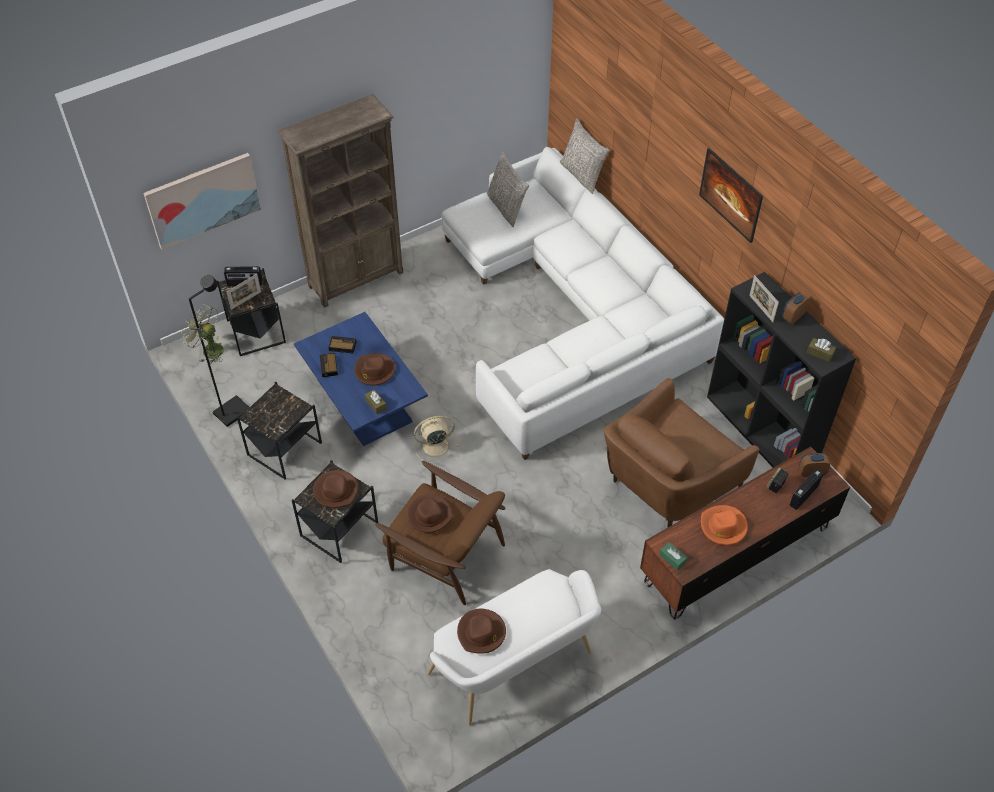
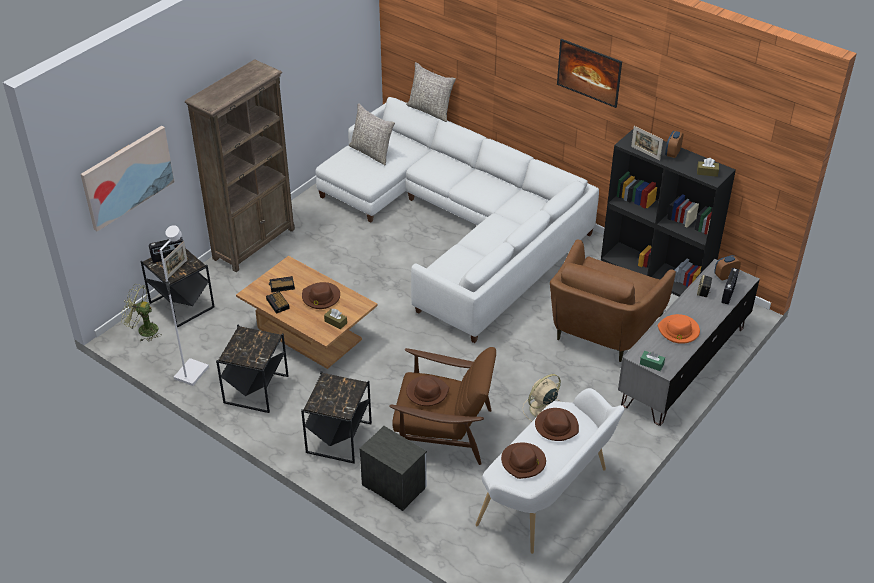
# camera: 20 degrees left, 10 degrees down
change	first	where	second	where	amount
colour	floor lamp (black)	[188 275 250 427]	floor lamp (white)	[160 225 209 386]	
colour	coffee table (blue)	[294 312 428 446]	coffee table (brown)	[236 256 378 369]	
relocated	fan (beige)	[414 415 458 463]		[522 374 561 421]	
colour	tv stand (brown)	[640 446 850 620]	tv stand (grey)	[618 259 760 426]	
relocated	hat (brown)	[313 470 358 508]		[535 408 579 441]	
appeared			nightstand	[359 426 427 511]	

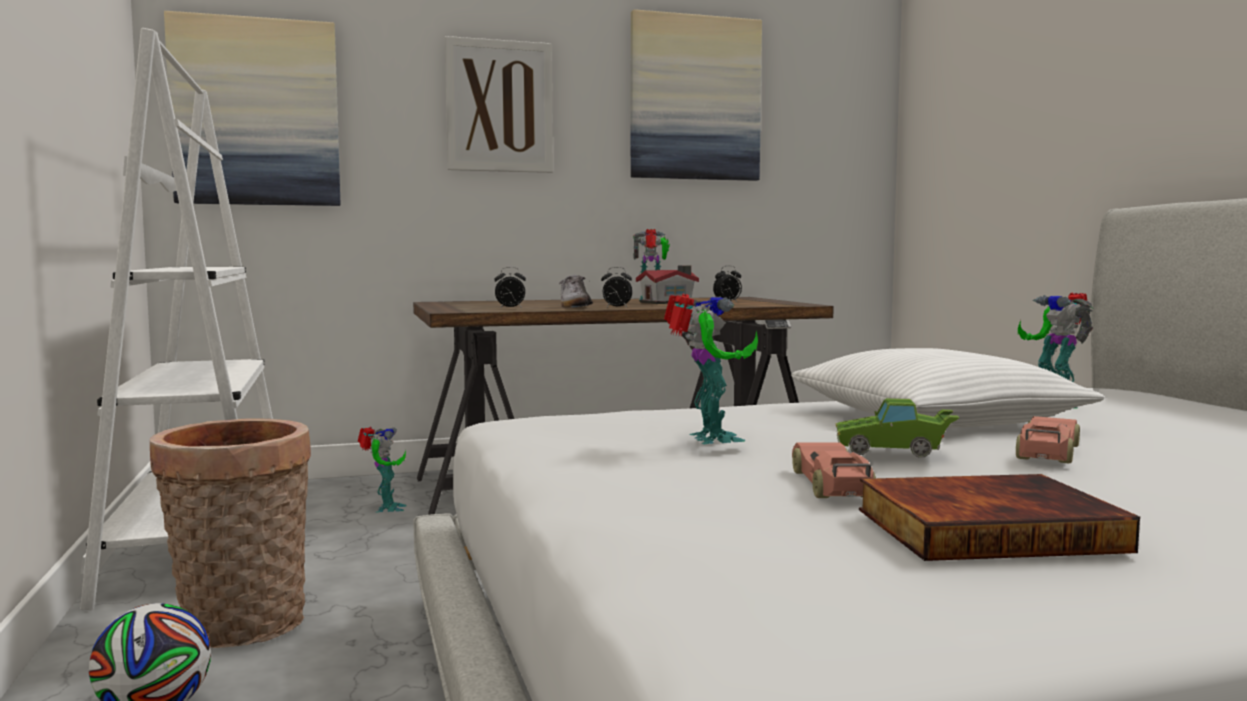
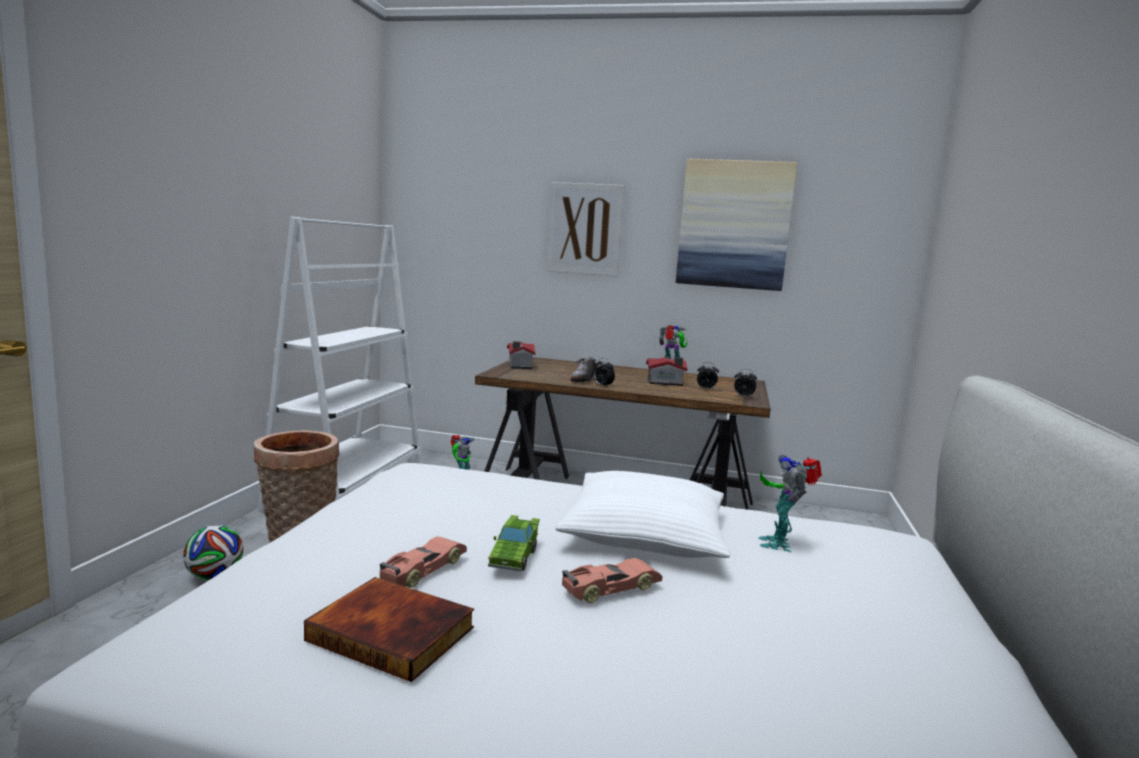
# camera: 30 degrees right, 5 degrees up
change	first	where	second	where	amount
missing	picture	[164 11 341 206]			
relocated	alarm clock	[494 267 526 309]		[734 369 757 397]	
missing	toy robot	[664 294 758 444]			
spun	toy car (green)	[835 398 960 457]		[488 515 540 571]	120 degrees counterclockwise
appeared			toy house	[507 341 536 369]	

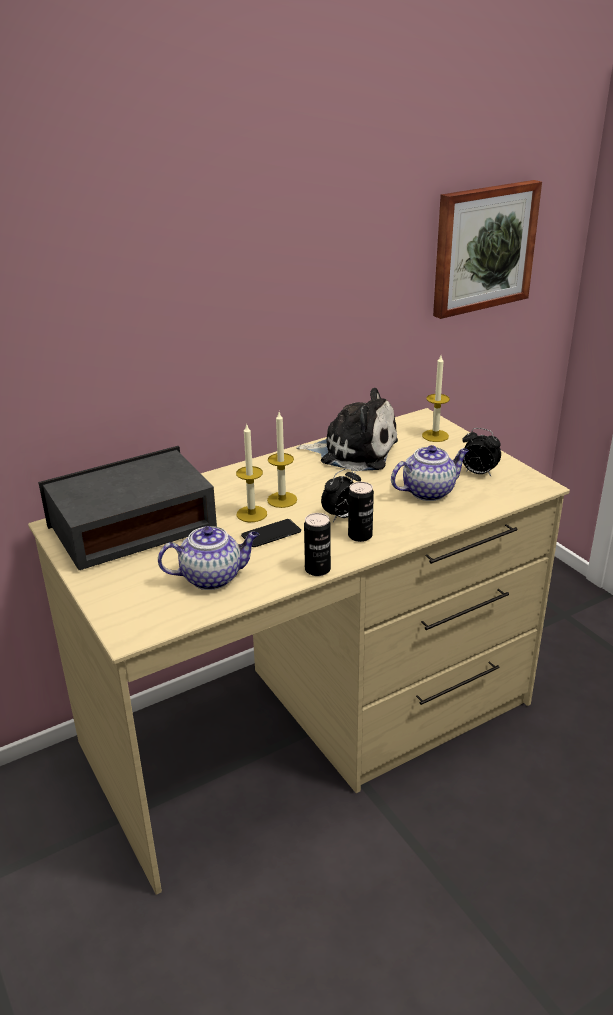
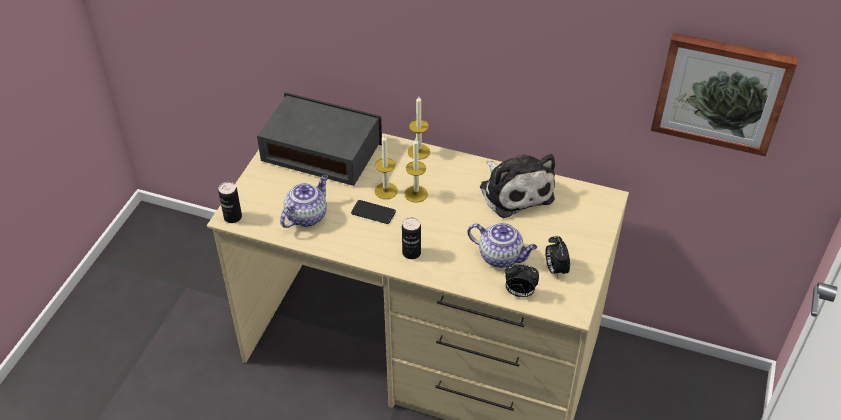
# camera: 50 degrees right, 15 degrees up
change	first	where	second	where	amount
relocated	candle	[422 356 450 442]		[408 96 430 160]	
relocated	alarm clock	[321 468 361 522]		[505 263 539 297]	
relocated	can	[304 513 331 576]		[218 182 242 223]	
spun	teapot	[158 526 259 590]		[280 175 328 228]	90 degrees counterclockwise

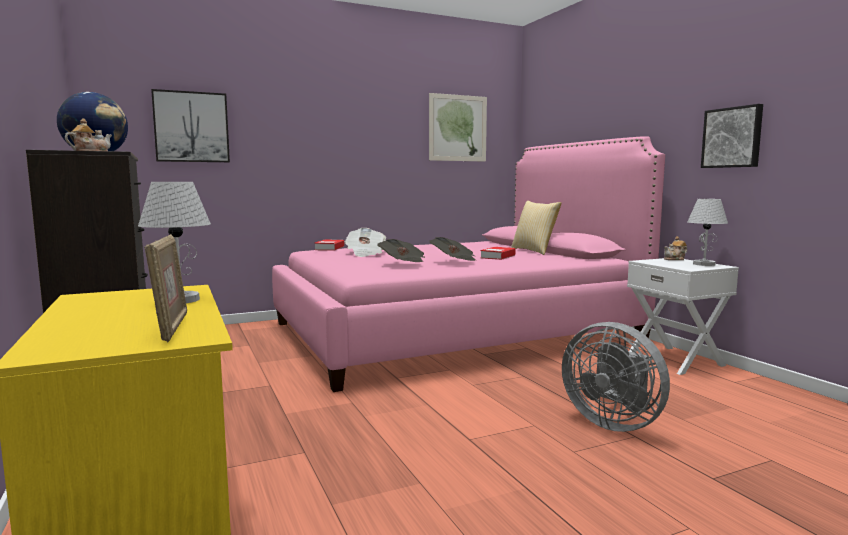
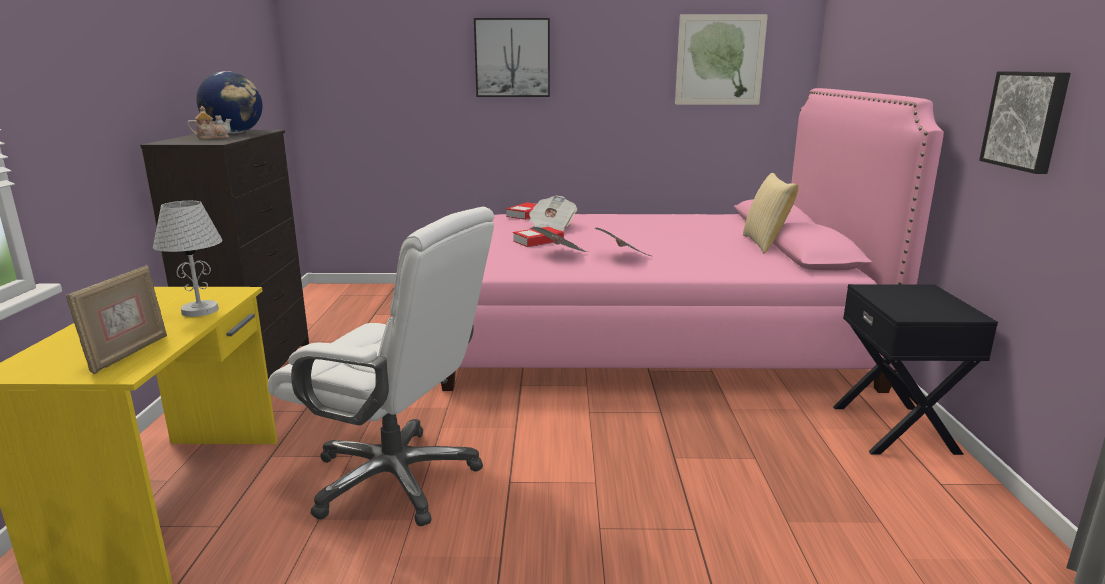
# camera: 25 degrees right, 10 degrees up
change	first	where	second	where	amount
relocated	picture	[151 89 230 162]		[474 18 550 97]	
missing	table lamp (white)	[687 199 728 266]			
missing	teapot	[664 236 687 260]			
relocated	book	[480 247 515 260]		[513 227 564 247]	
colour	nightstand (white)	[627 258 739 375]	nightstand (black)	[833 284 998 455]	
missing	fan (grey)	[562 322 670 432]			
appeared			office chair (white)	[268 207 494 526]	

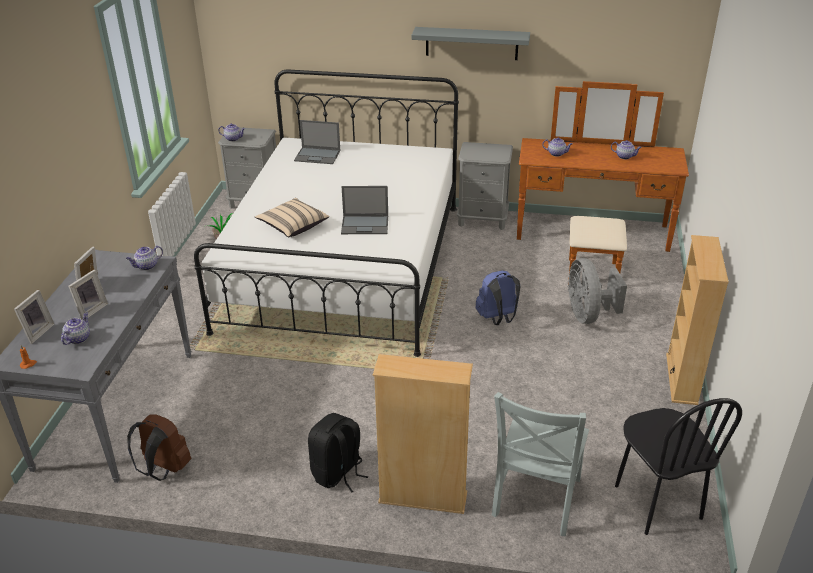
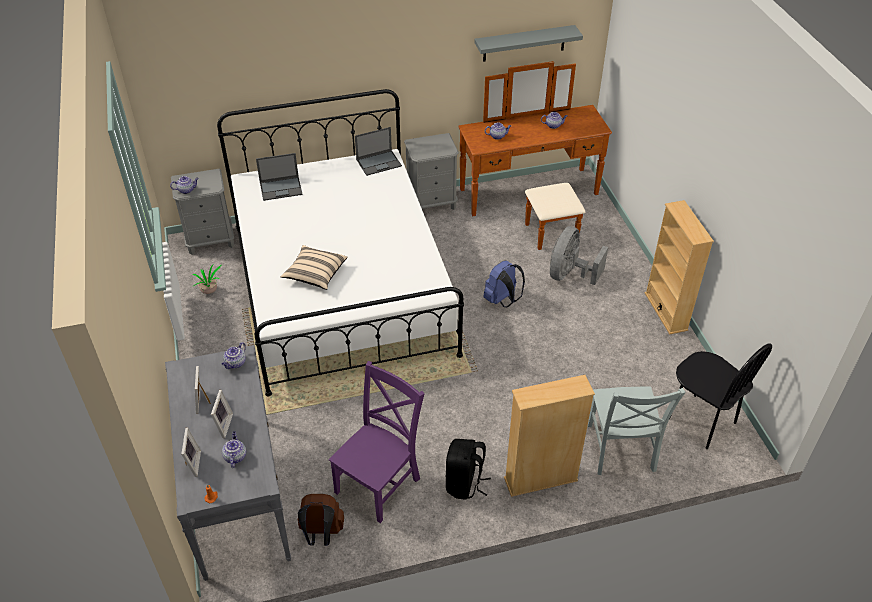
# camera: 25 degrees left, 10 degrees up
change	first	where	second	where	amount
relocated	shelf (grey)	[411 27 530 60]		[474 25 583 62]	
relocated	laptop	[341 186 388 234]		[355 127 402 176]	
spun	fan (grey)	[568 258 627 324]		[550 226 608 285]	60 degrees clockwise
appeared			chair (purple)	[329 361 425 523]	

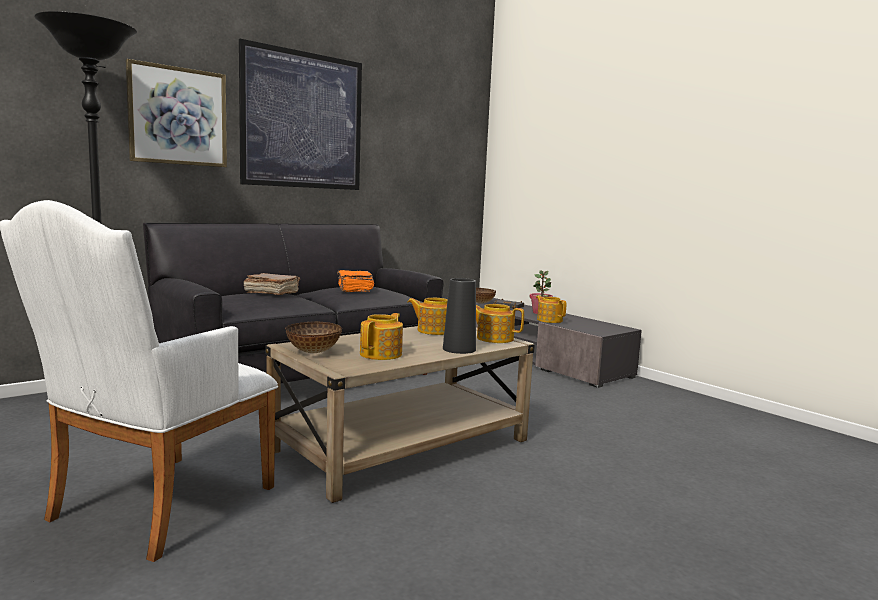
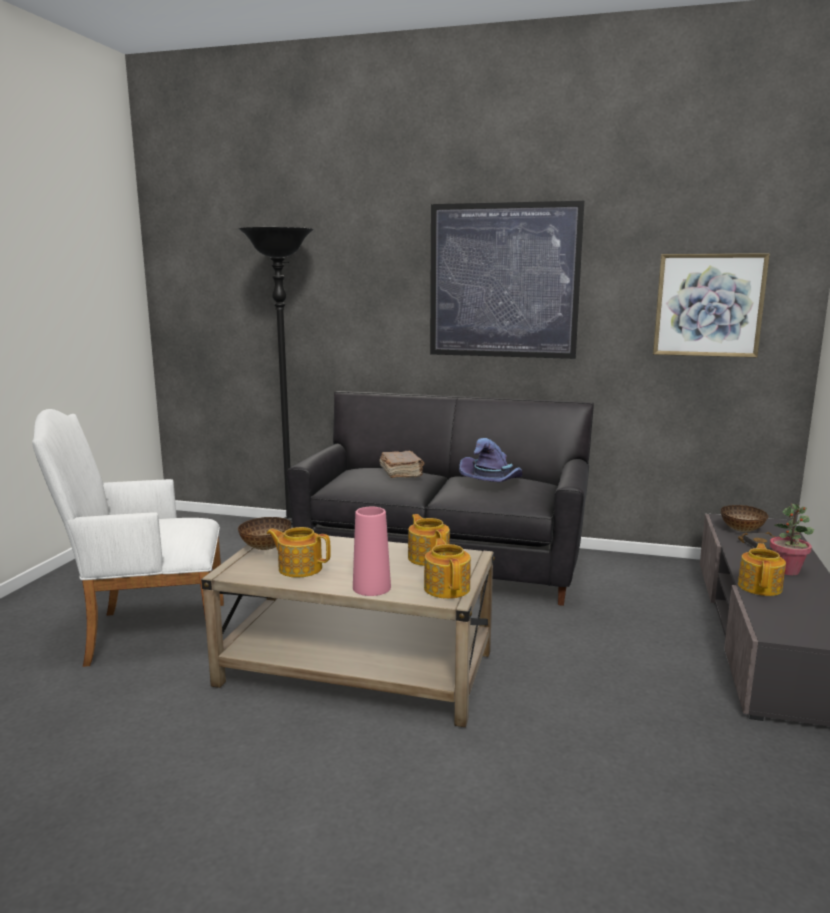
# camera: 55 degrees right, 5 degrees up
change	first	where	second	where	amount
relocated	picture	[126 59 227 167]		[653 254 770 357]	
exchanged	book (orange)	[337 270 374 292]	hat (purple)	[459 438 523 482]	
colour	vase (black)	[443 278 476 354]	vase (pink)	[353 507 391 596]	
spun	teapot	[360 313 403 360]		[267 527 331 578]	150 degrees counterclockwise

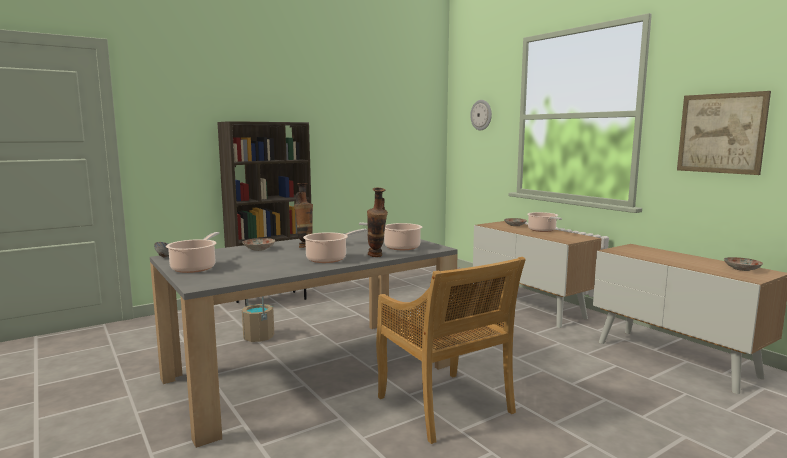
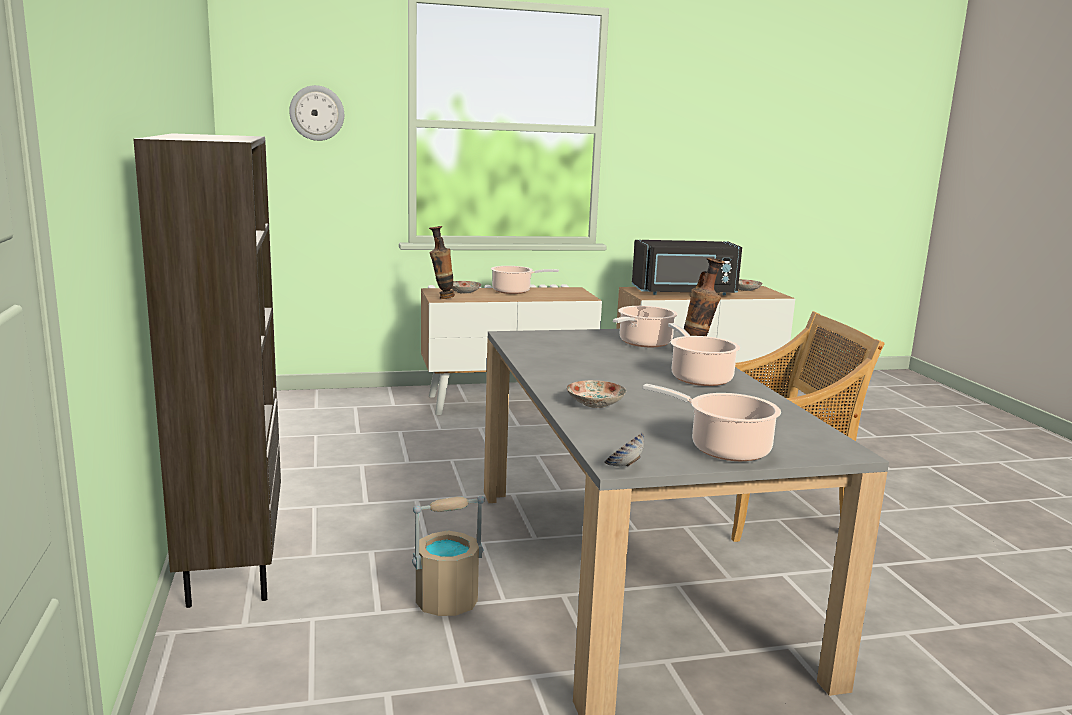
# camera: 70 degrees left, 5 degrees up
change	first	where	second	where	amount
missing	picture	[677 91 771 175]			
relocated	vase	[294 183 313 248]		[429 226 455 299]	
appeared			microwave (black)	[632 240 742 296]	

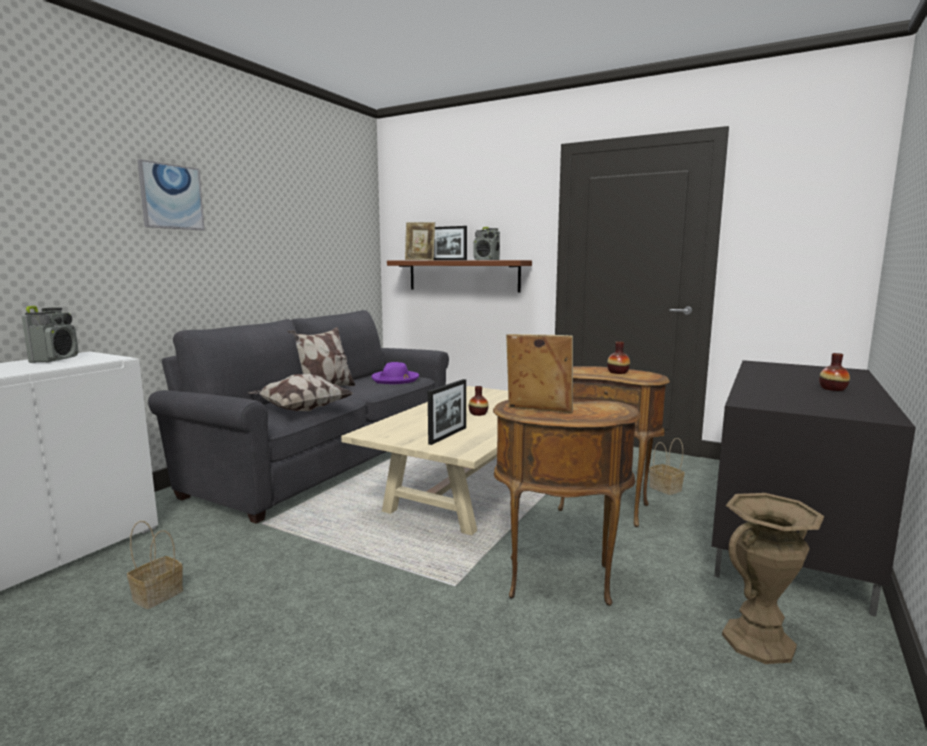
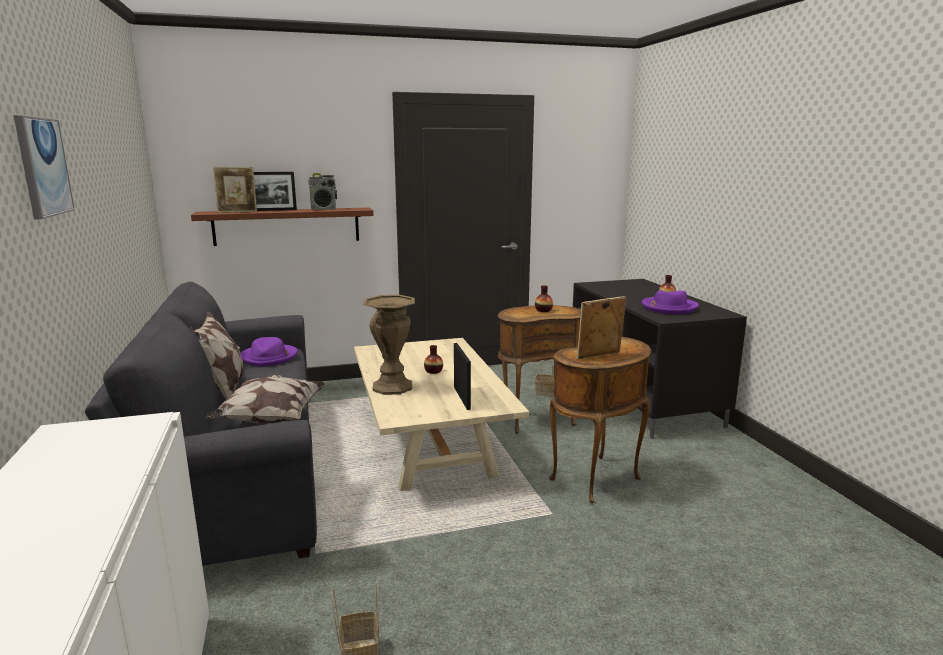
# camera: 45 degrees left, 5 degrees up
change	first	where	second	where	amount
missing	radio	[22 306 79 363]			
relocated	vase (brown)	[722 493 824 664]		[363 295 415 395]	
appeared			hat (purple)	[642 290 699 314]	

